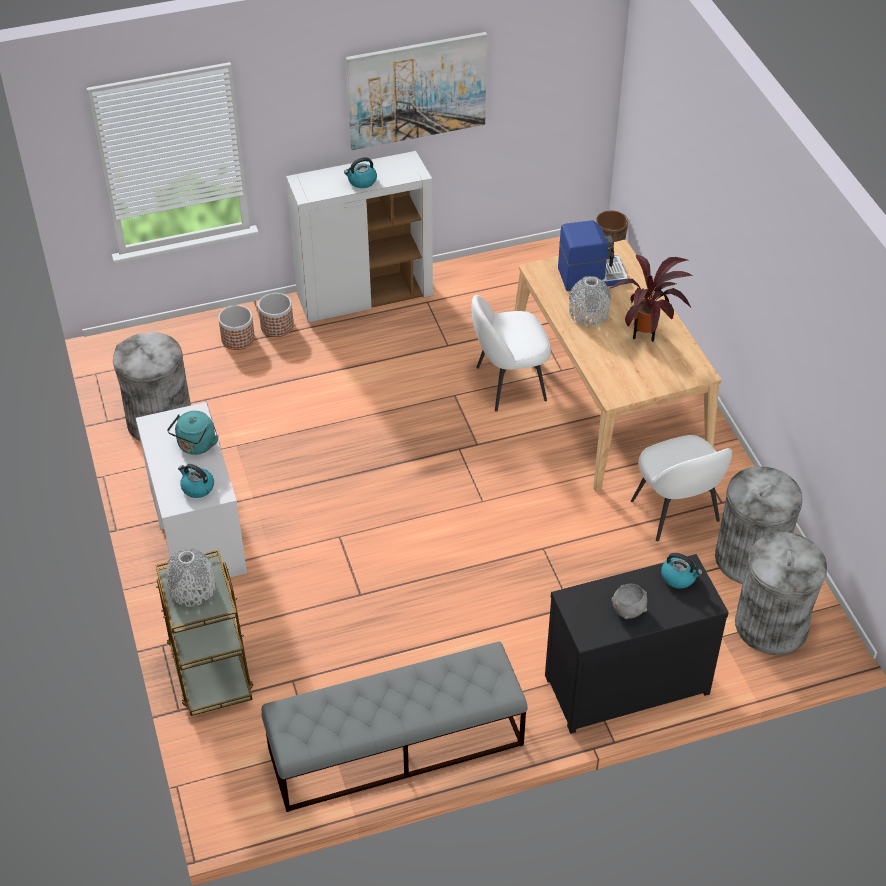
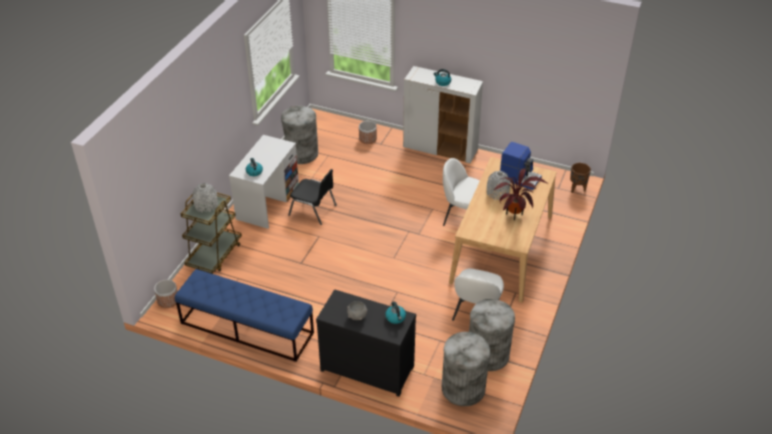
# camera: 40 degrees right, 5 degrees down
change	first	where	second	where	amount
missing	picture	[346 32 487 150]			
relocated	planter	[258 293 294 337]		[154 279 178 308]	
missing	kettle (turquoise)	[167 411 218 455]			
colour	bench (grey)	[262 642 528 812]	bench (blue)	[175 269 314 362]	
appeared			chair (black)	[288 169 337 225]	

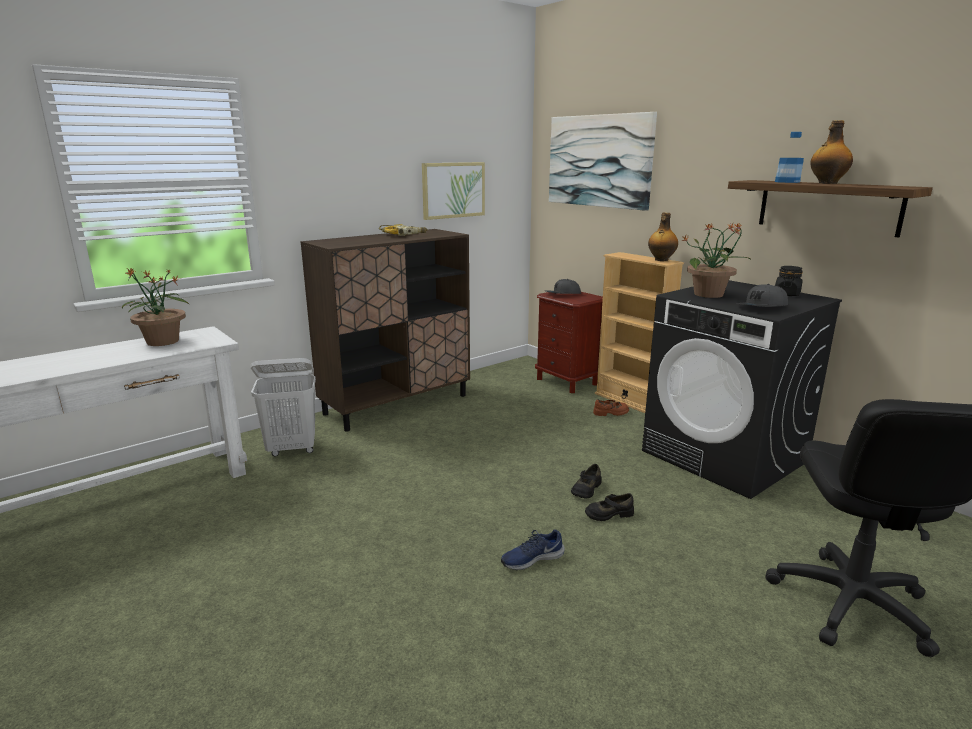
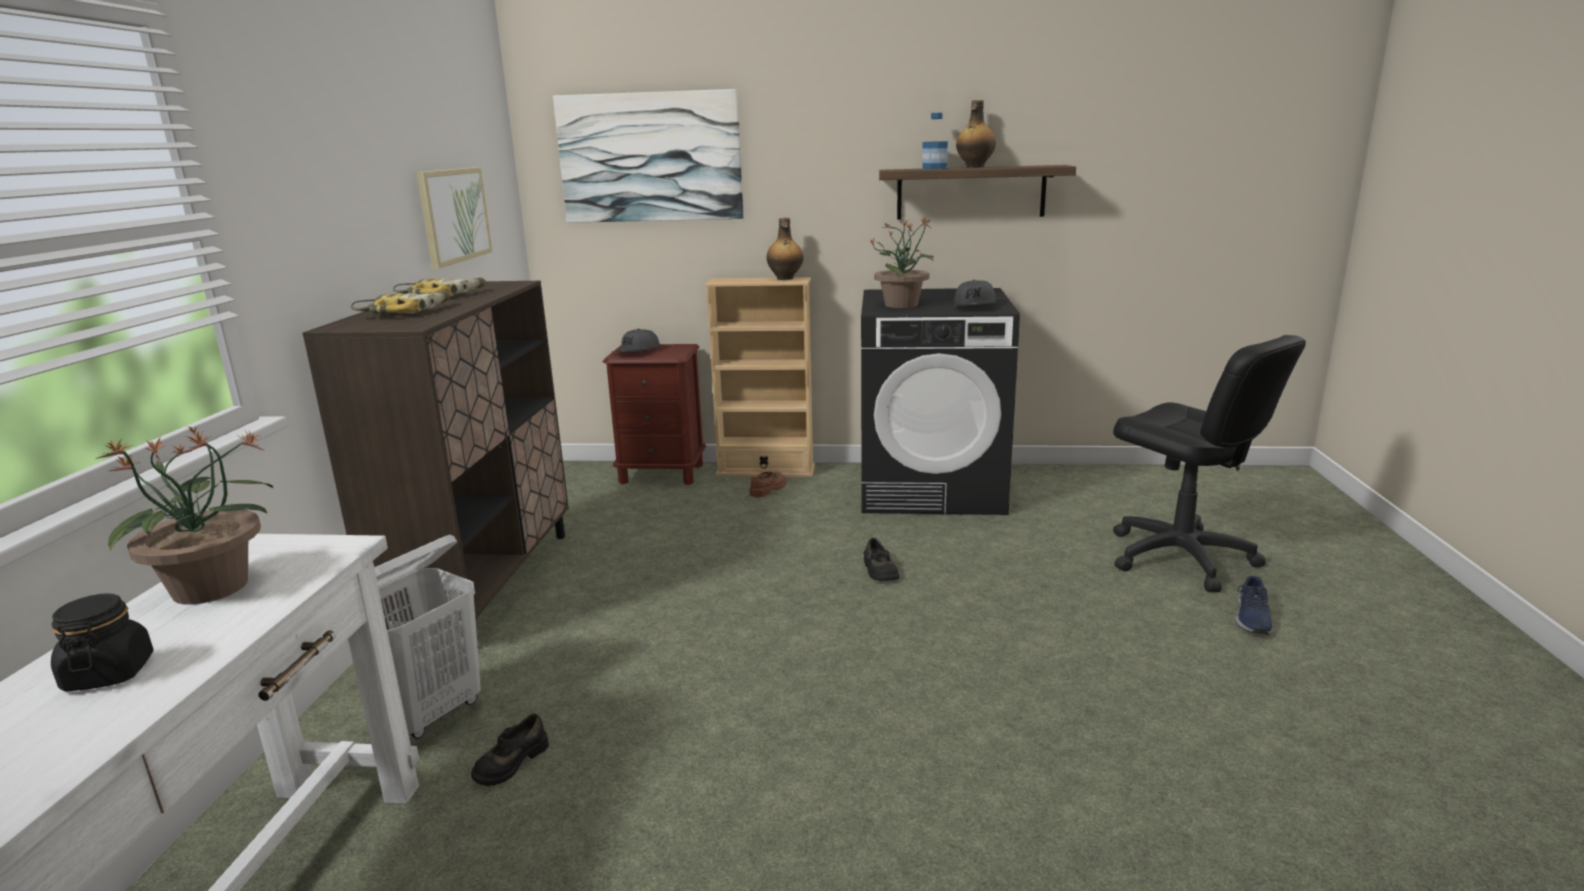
# camera: 45 degrees left, 0 degrees up
change	first	where	second	where	amount
relocated	jar (black)	[775 266 803 296]		[51 593 154 692]	
relocated	shoe (black)	[585 493 634 521]		[471 714 549 786]	
relocated	shoe (blue)	[501 529 565 570]		[1236 576 1273 635]	
appeared			power drill	[351 291 450 314]	

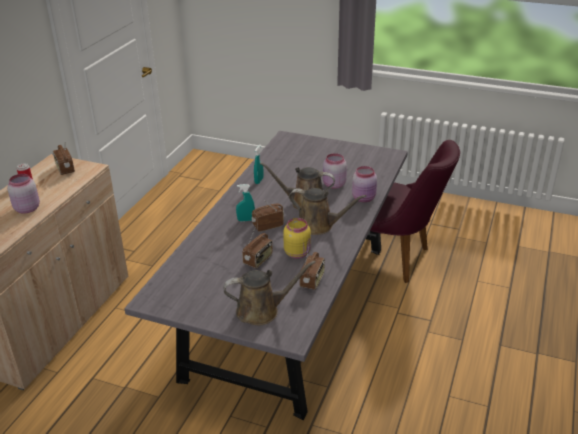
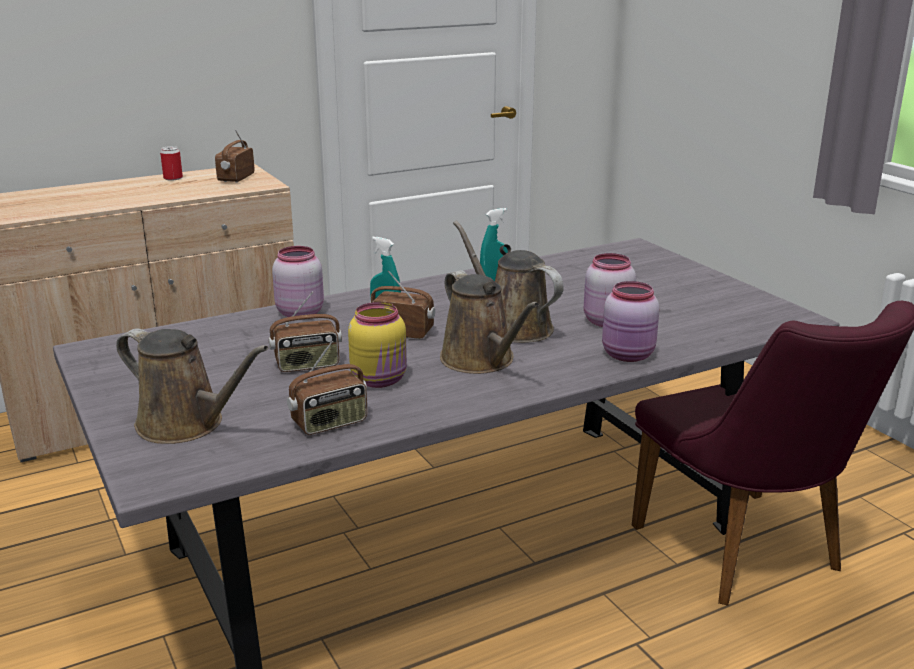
# camera: 40 degrees right, 10 degrees down
change	first	where	second	where	amount
relocated	jar (pink)	[7 174 40 214]		[272 246 324 317]	

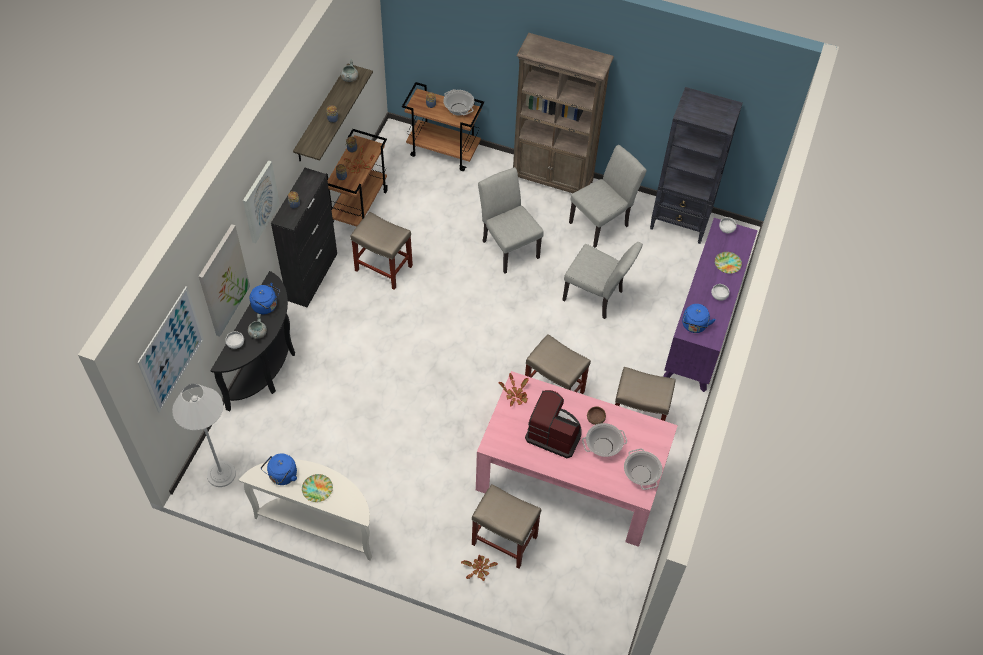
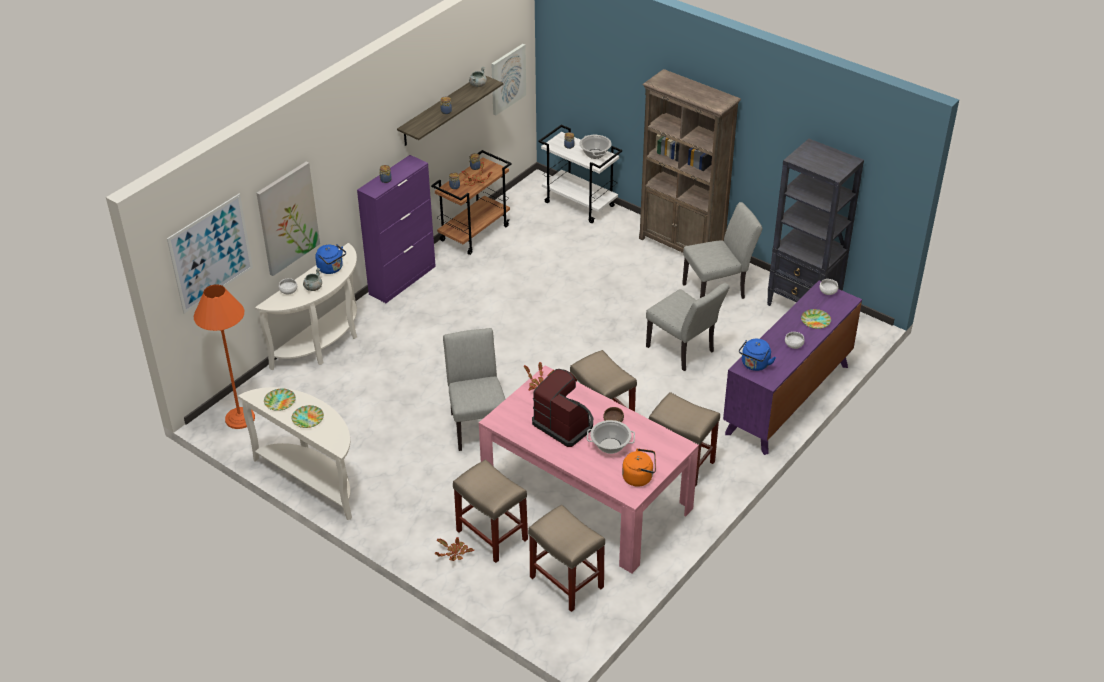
# camera: 20 degrees right, 15 degrees down
change	first	where	second	where	amount
colour	cart (brown)	[402 82 484 171]	cart (white)	[538 125 622 223]	
relocated	picture	[243 160 280 243]		[491 44 526 116]	
relocated	chair (grey)	[478 167 544 274]		[443 328 505 451]	
colour	cabinet (black)	[271 168 337 307]	cabinet (purple)	[357 155 436 303]	
relocated	stool (beige)	[350 212 413 290]		[528 504 605 612]	
colour	console table (black)	[210 271 295 411]	console table (white)	[255 243 357 370]	
colour	floor lamp (white)	[172 384 236 487]	floor lamp (orange)	[194 284 255 429]	
exchanged	cooking pot	[624 448 662 490]	kettle (orange)	[622 449 656 486]	
exchanged	kettle (blue)	[261 453 297 485]	plate	[264 388 296 411]	

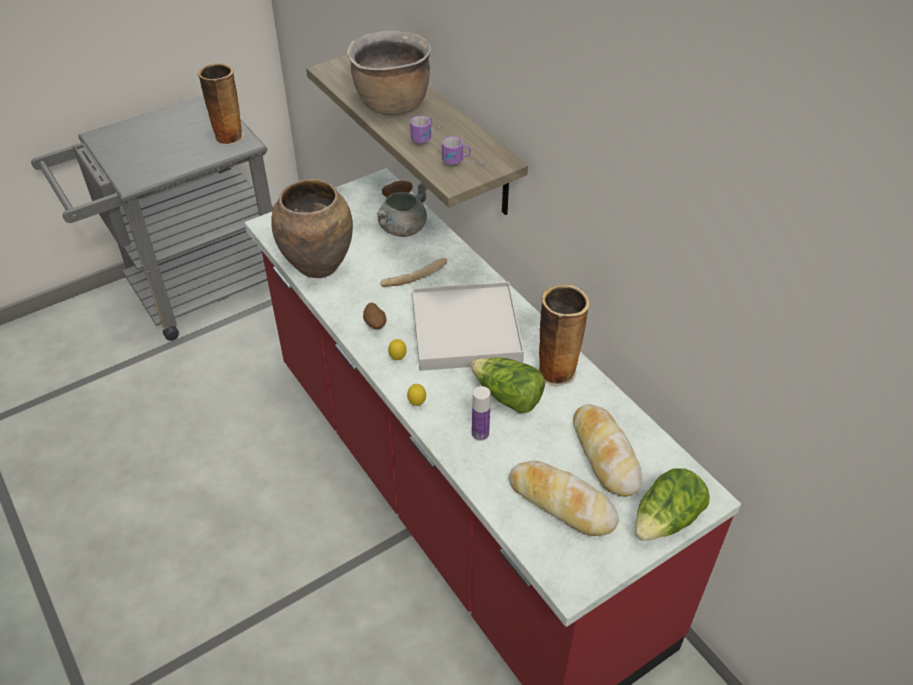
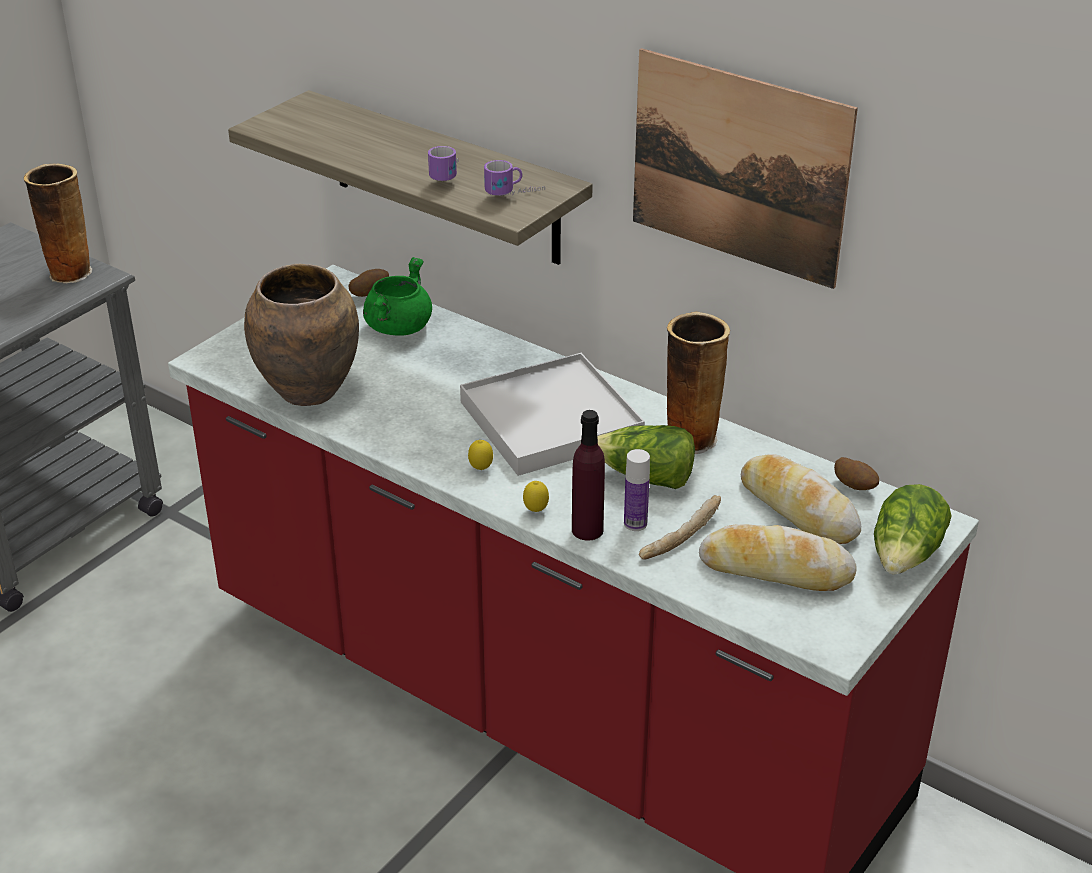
# camera: 20 degrees left, 10 degrees down
change	first	where	second	where	amount
missing	cooking pot (brown)	[347 30 432 115]			
colour	cooking pot (grey)	[377 183 427 237]	cooking pot (green)	[363 257 432 336]	
relocated	bread	[380 258 447 287]		[639 495 721 559]	
relocated	potato	[363 303 386 329]		[834 457 879 490]	
appeared			picture	[633 48 858 289]	
appeared			bottle (purple)	[572 410 605 541]	

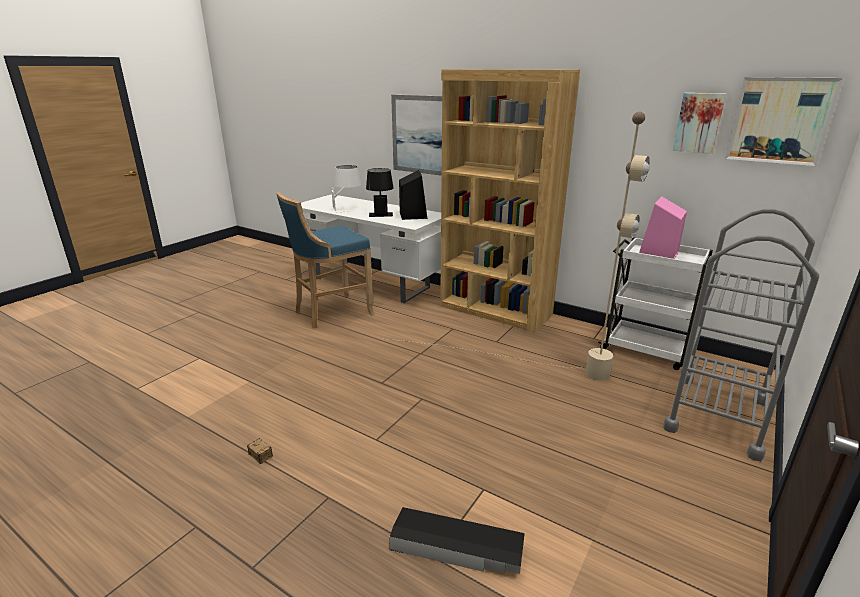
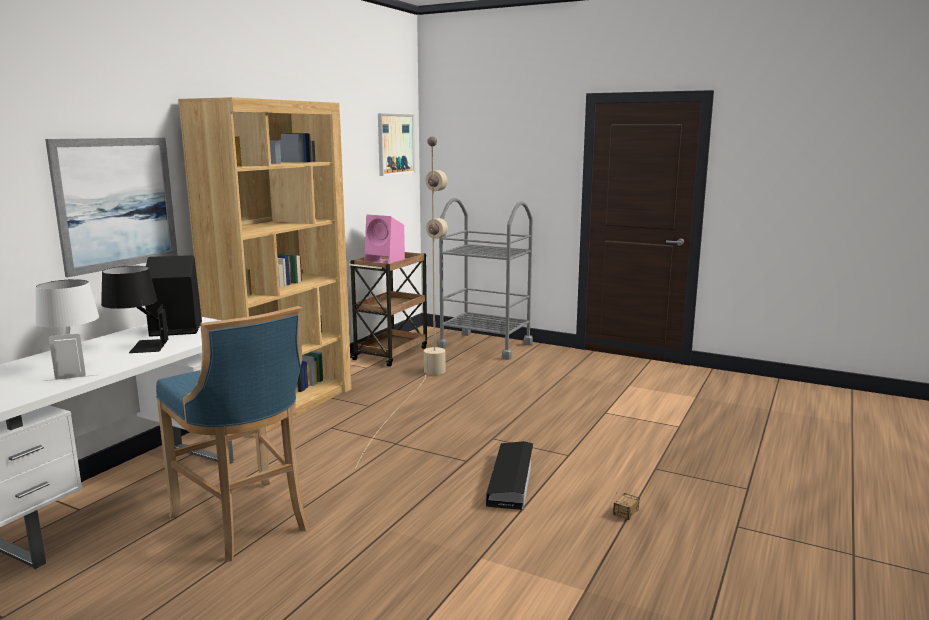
# camera: 95 degrees left, 10 degrees down
change	first	where	second	where	amount
missing	picture	[673 93 726 154]			
colour	cart (white)	[598 237 720 370]	cart (brown)	[349 252 427 367]	
relocated	storage box (black)	[389 507 525 574]		[486 441 533 510]	

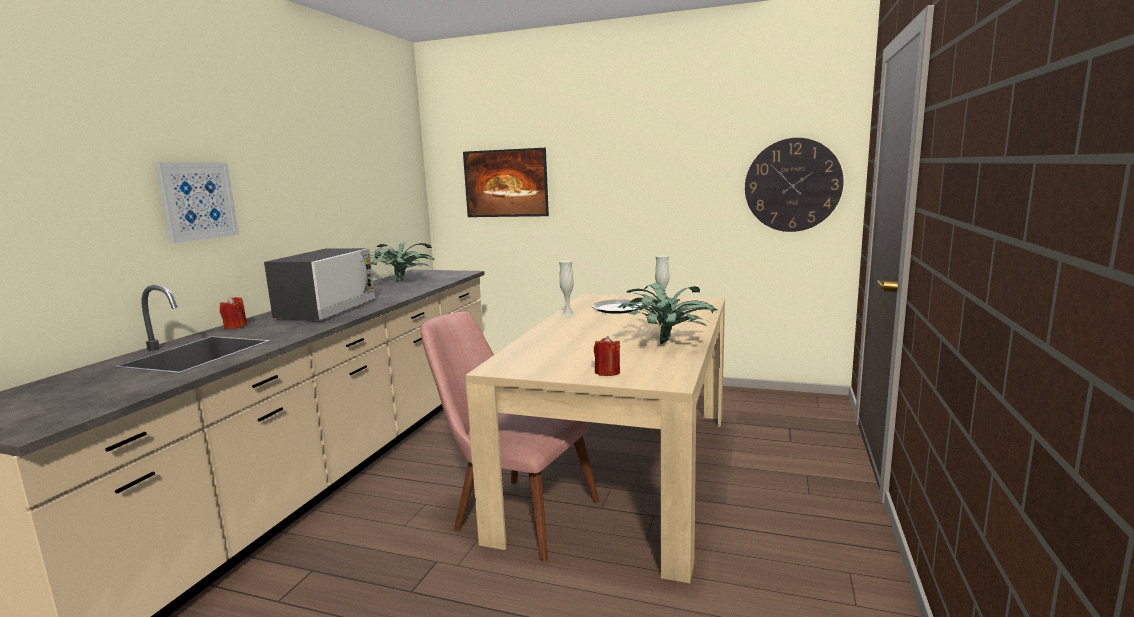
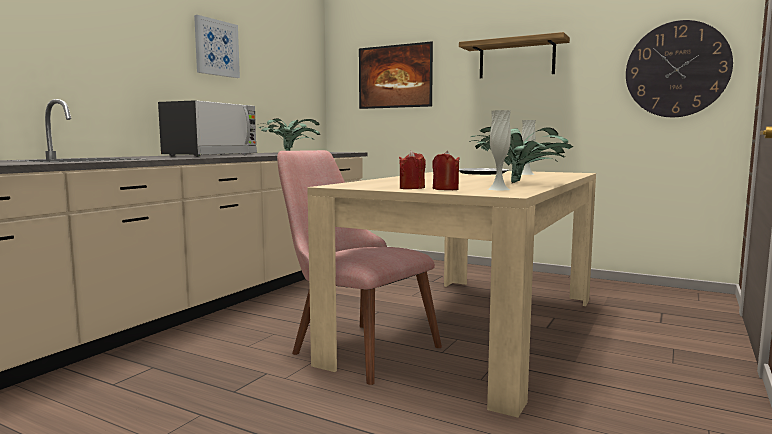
# camera: 10 degrees right, 5 degrees down
change	first	where	second	where	amount
relocated	picture	[155 162 239 243]		[194 15 240 78]	
relocated	vase (white)	[559 260 576 317]		[488 110 511 190]	
relocated	candle (red)	[220 297 247 329]		[399 150 426 189]	
appeared			shelf	[459 32 570 78]	

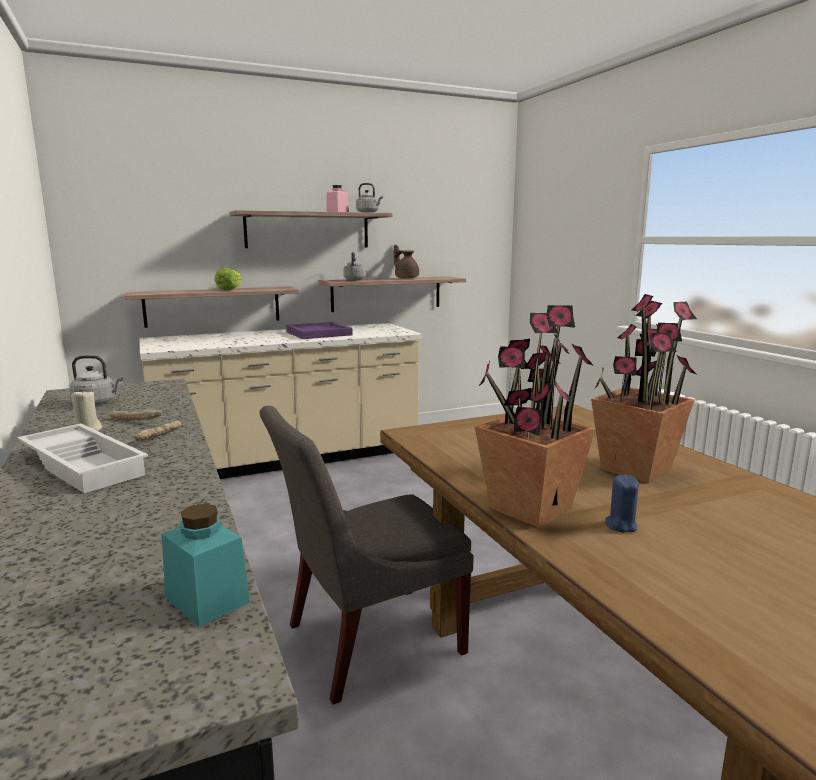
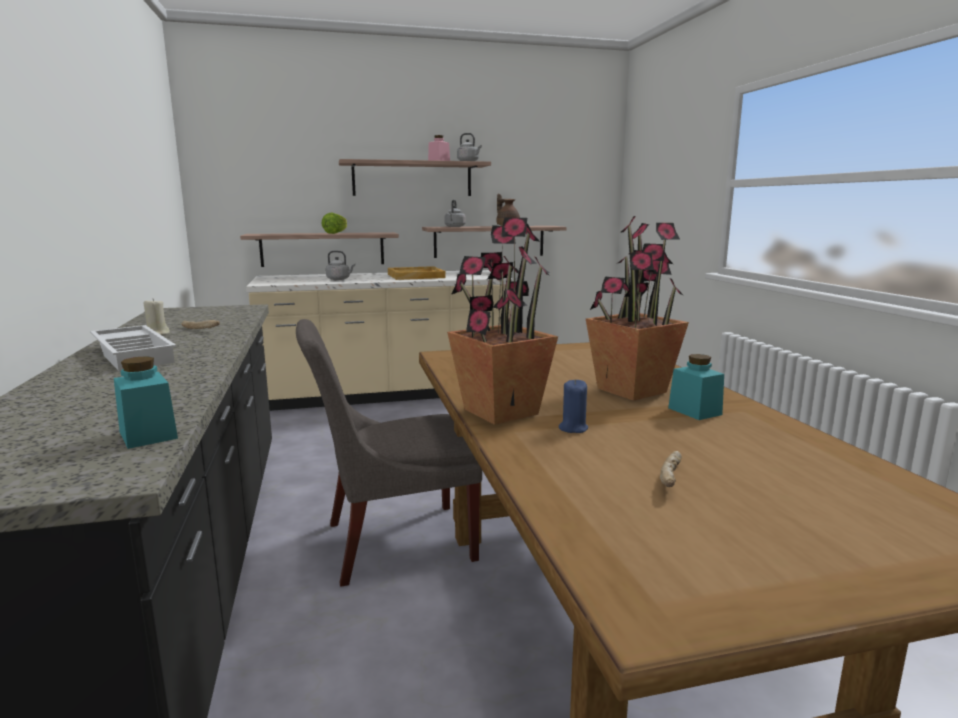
# camera: 10 degrees right, 0 degrees up
change	first	where	second	where	amount
colour	tray (purple)	[286 322 353 339]	tray (beige)	[388 266 446 280]	
relocated	kettle (grey)	[69 355 123 405]		[326 251 355 280]	
relocated	bread	[135 421 181 441]		[660 451 682 487]	
appeared			jar (turquoise)	[668 354 724 420]	

